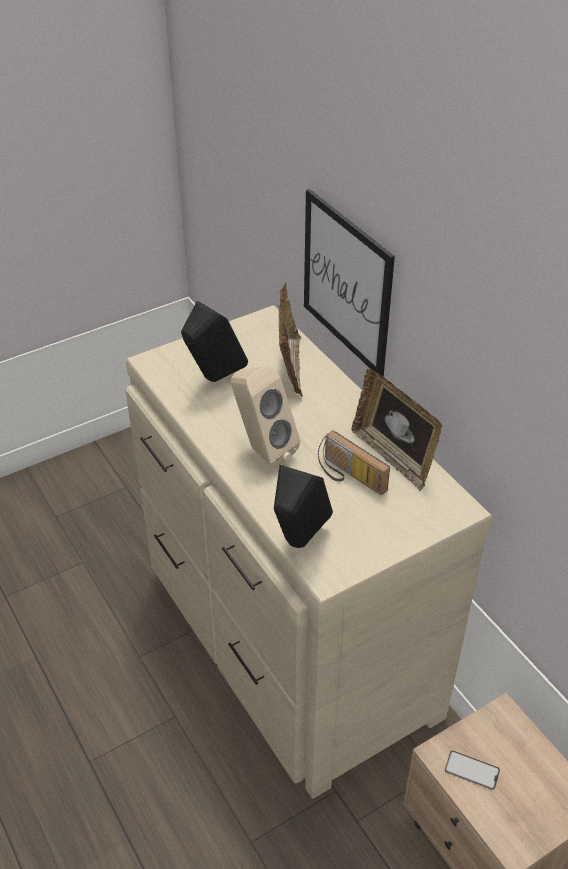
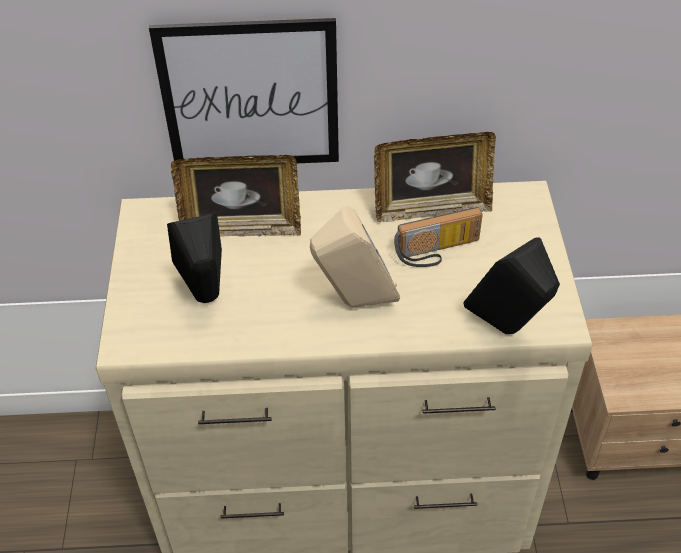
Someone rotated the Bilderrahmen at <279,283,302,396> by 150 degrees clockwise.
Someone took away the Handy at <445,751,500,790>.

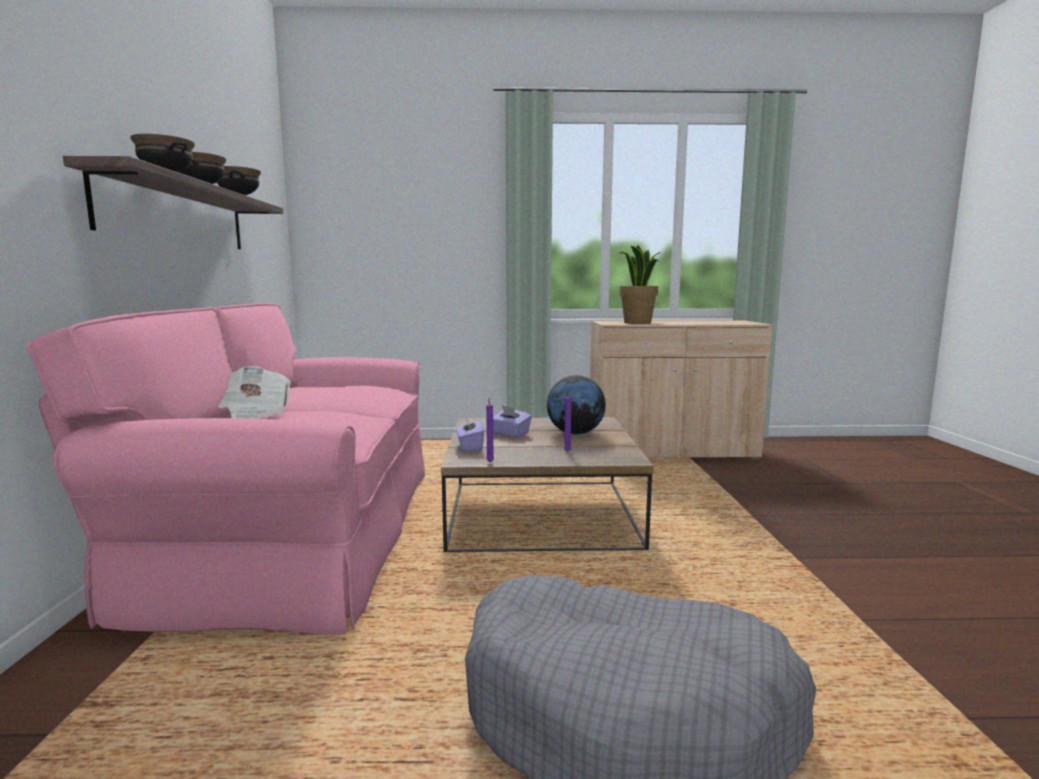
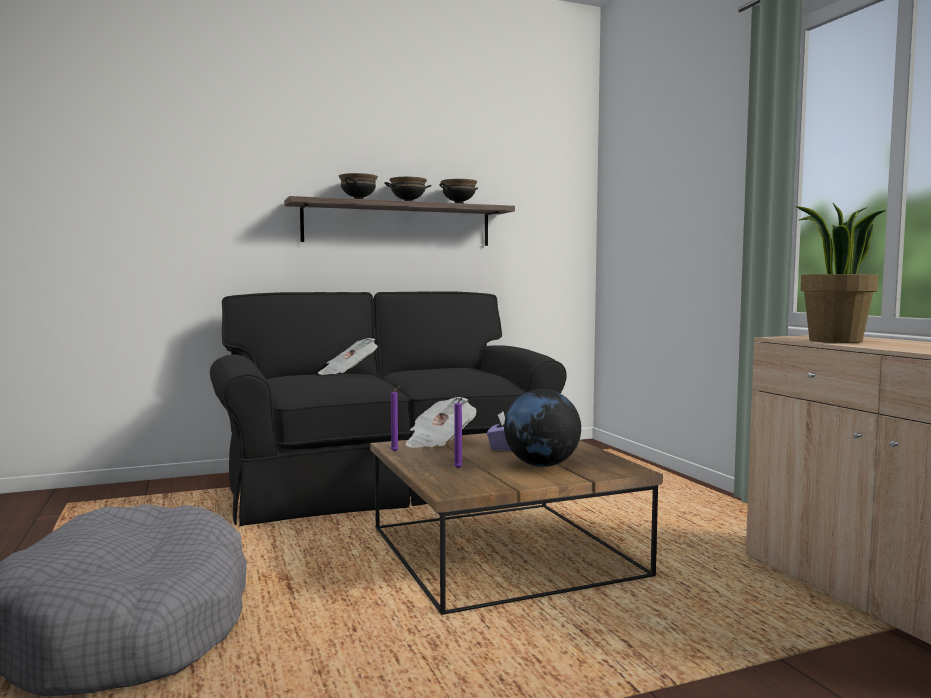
Someone repainted the Sofa/rosa at <27,303,425,635>, which became the Sofa/schwarz at <210,291,566,526>.
Someone swapped the Taschentuchbox/lila at <456,416,484,452> for the Zeitung at <405,397,477,448>.

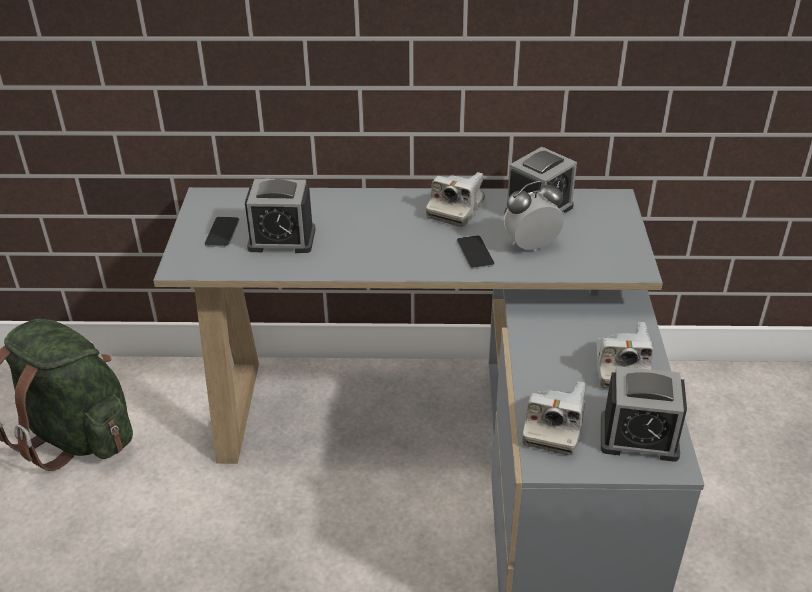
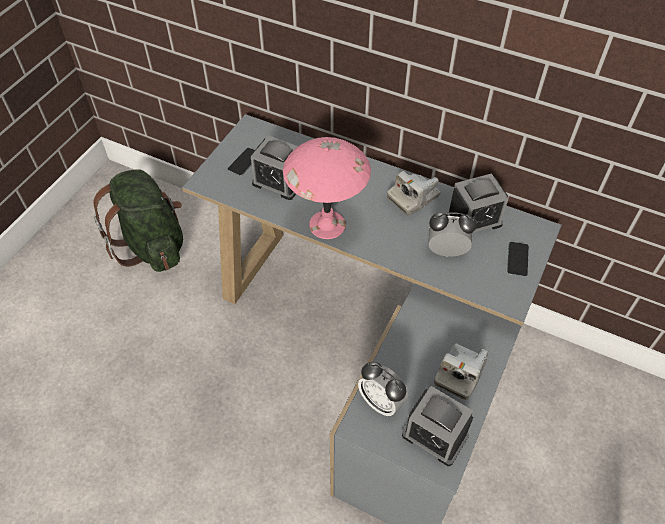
Someone put down the Tischlampe/rosa at <283,137,371,239>.
Someone swapped the Kamera at <522,381,586,455> for the Wecker at <358,362,409,416>.
Someone carried the Handy from <457,235,495,269> to <507,242,529,277>.

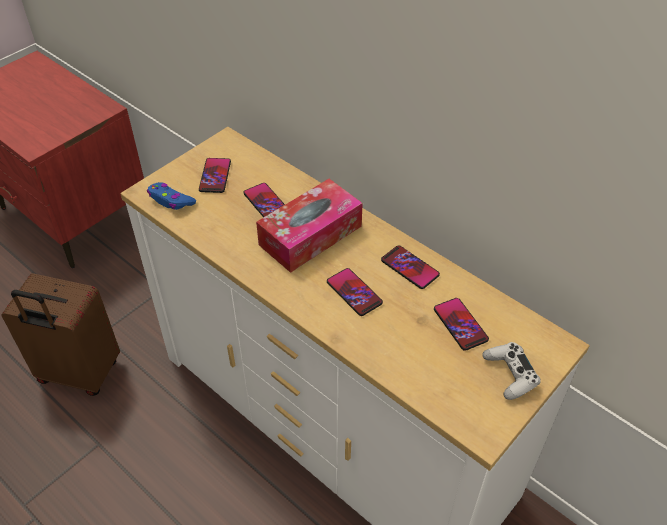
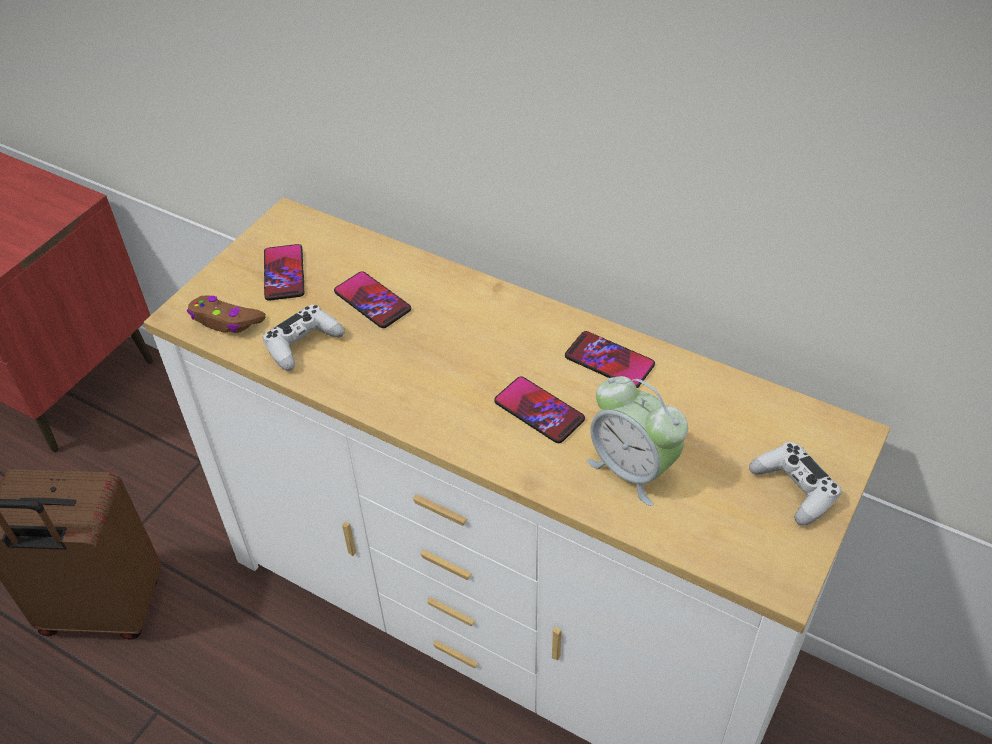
Someone repainted the Gamepad/blau at <147,182,196,210>, which became the Gamepad/braun at <187,295,266,333>.
Someone put down the Gamepad/weiß at <263,305,345,371>.
Someone put down the Wecker at <587,376,688,506>.
Someone took away the Taschentuchbox at <256,179,363,273>.
Someone took away the Handy at <434,298,489,351>.

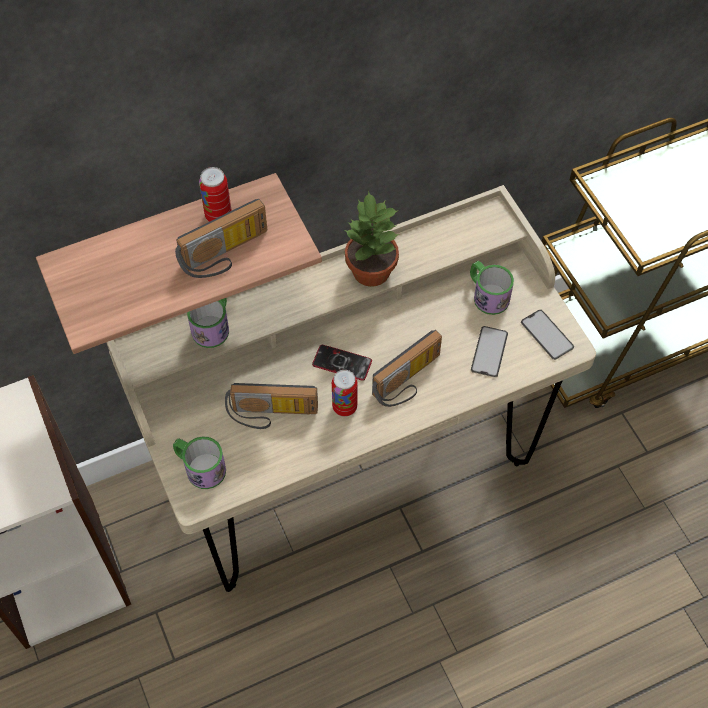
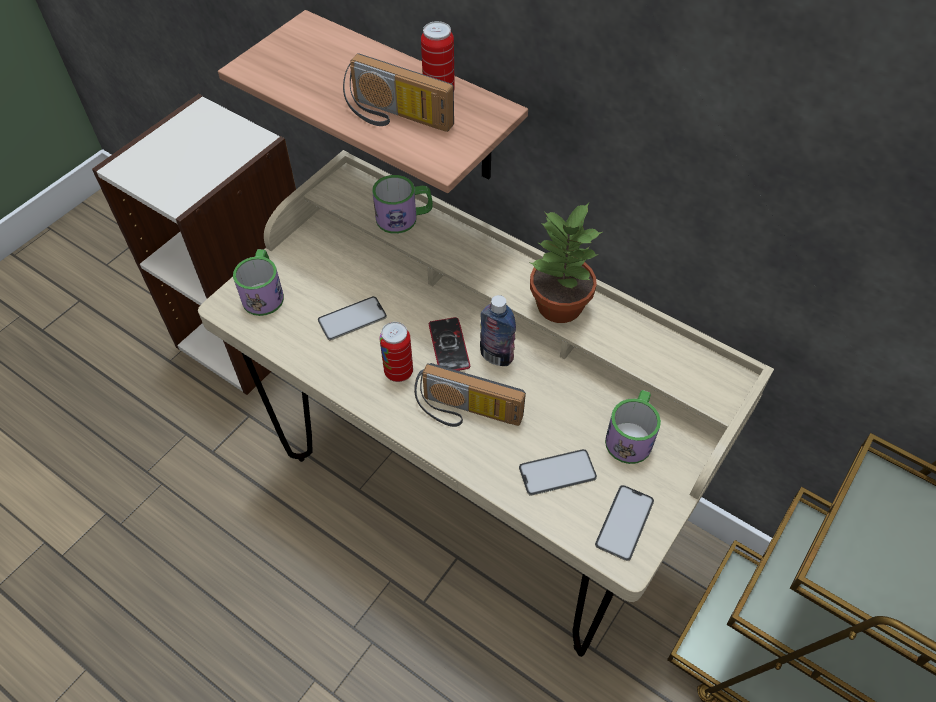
Someone swapped the Radio at <225,383,318,429> for the Handy at <318,296,387,340>.
Someone put down the Flasche at <480,295,516,366>.

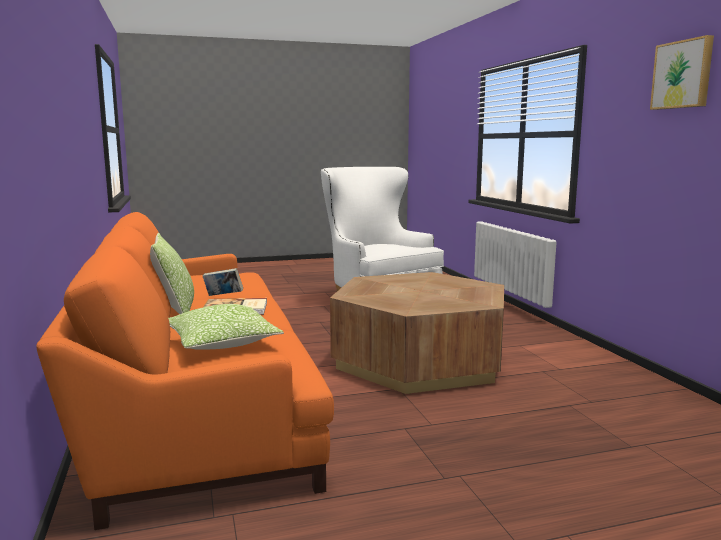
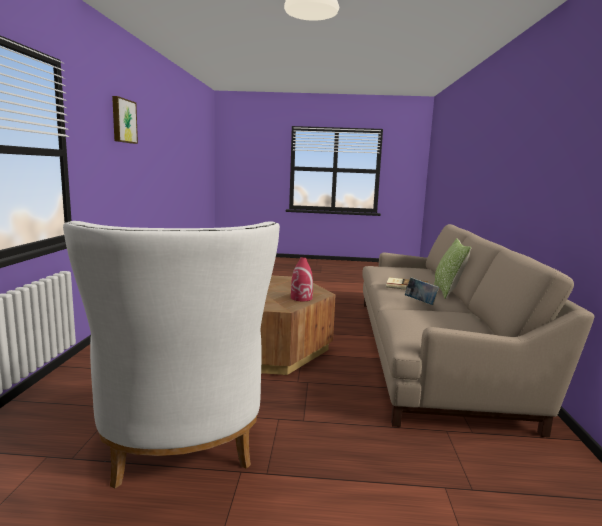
Someone put down the Vase/rot at <291,257,313,301>.
Someone repainted the Sofa/orange at <37,212,334,530>, which became the Sofa/beige at <362,224,594,437>.
Someone took away the Kissen at <168,304,284,350>.

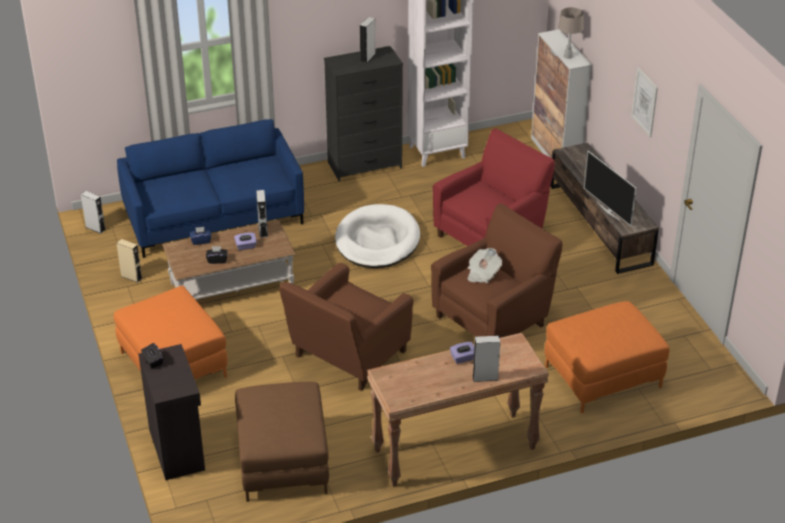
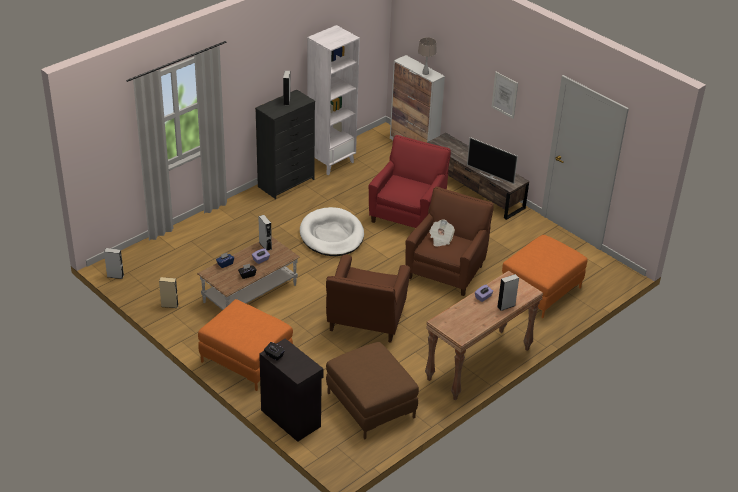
Someone took away the Sofa/blau at <117,119,304,258>.

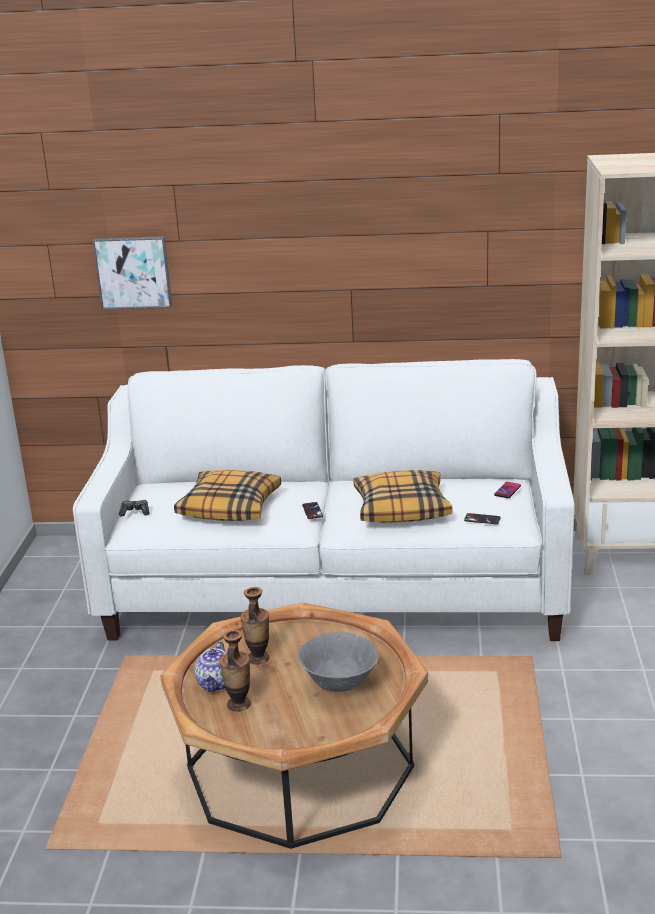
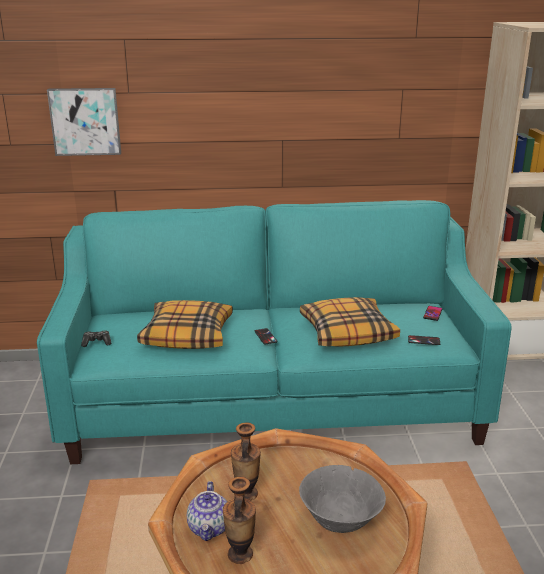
Someone repainted the Sofa/weiß at <73,359,574,641>, which became the Sofa/türkis at <37,200,511,464>.

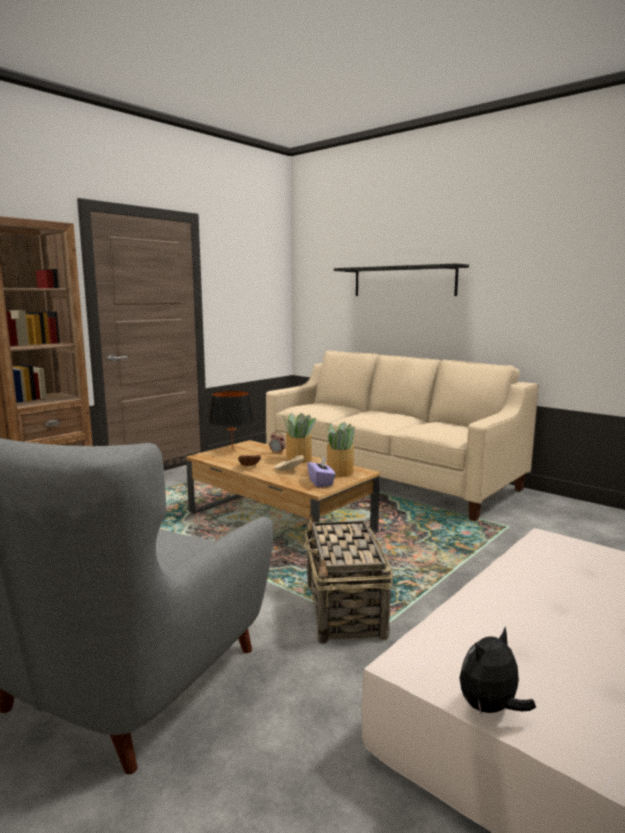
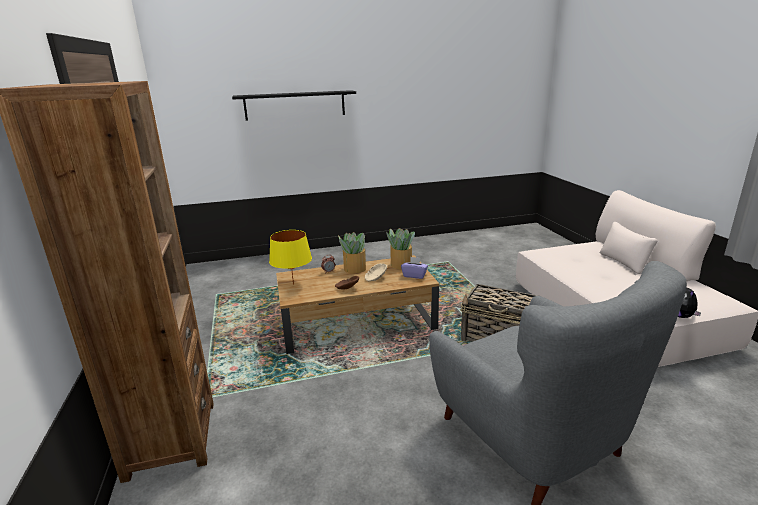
Someone repainted the Tischlampe/schwarz at <208,391,254,450>, which became the Tischlampe/gelb at <269,230,312,285>.
Someone took away the Sofa/beige at <266,350,539,521>.

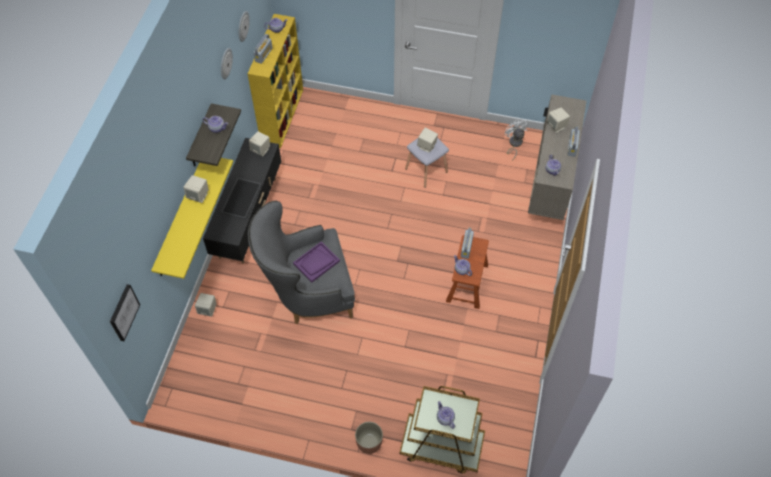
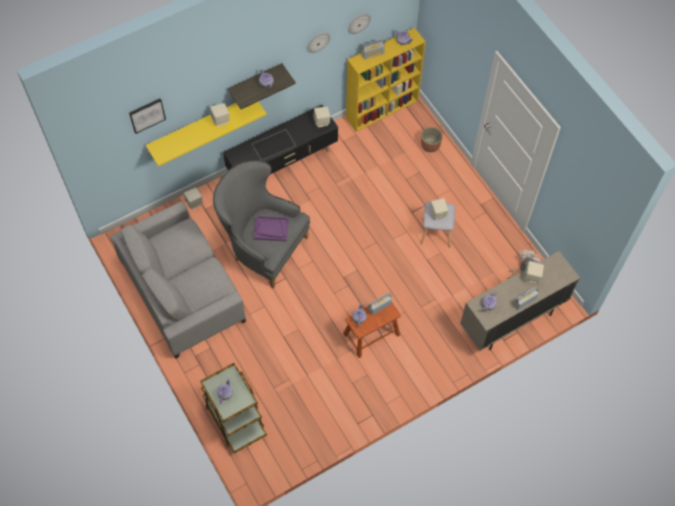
Someone put down the Sofa/grau at <110,202,246,359>.
Someone carried the Bild from <110,284,140,341> to <129,99,166,134>.
Someone carried the Pflanzkübel from <355,422,383,454> to <421,127,442,152>.

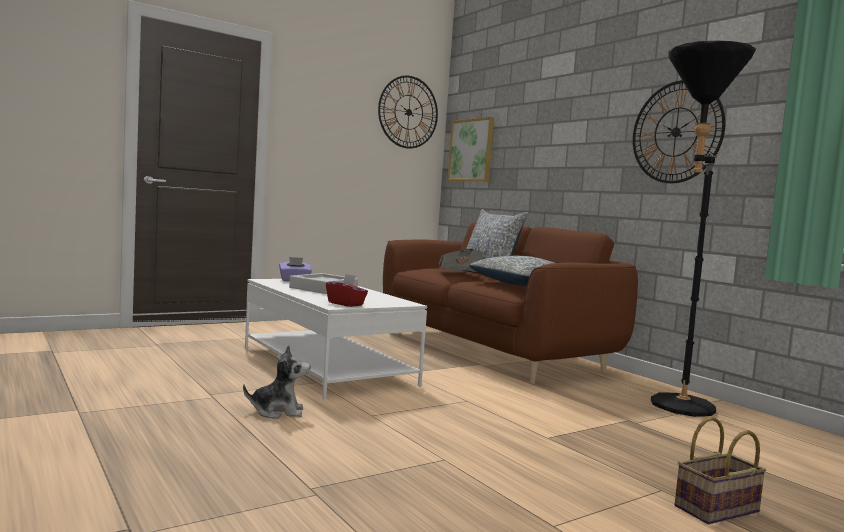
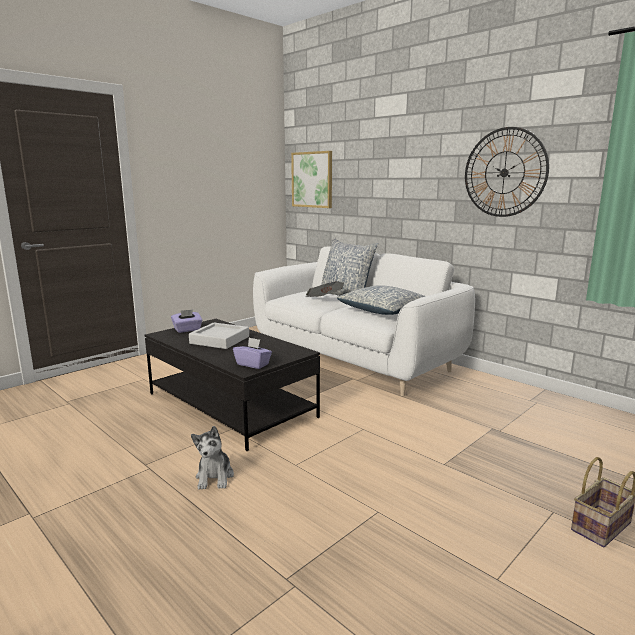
Someone repainted the Couchtisch/weiß at <245,279,427,399>, which became the Couchtisch/schwarz at <145,319,320,451>.
Someone rotated the Plüschtier at <243,345,310,419> by 105 degrees clockwise.
Someone repainted the Taschentuchbox/rot at <326,274,368,307>, which became the Taschentuchbox/lila at <233,337,272,369>.
Someone repainted the Sofa/braun at <383,222,638,384>, which became the Sofa/weiß at <253,247,475,396>.
Someone took away the Wanduhr at <378,76,438,149>.
Someone took away the Stehlampe/schwarz at <651,41,756,417>.

